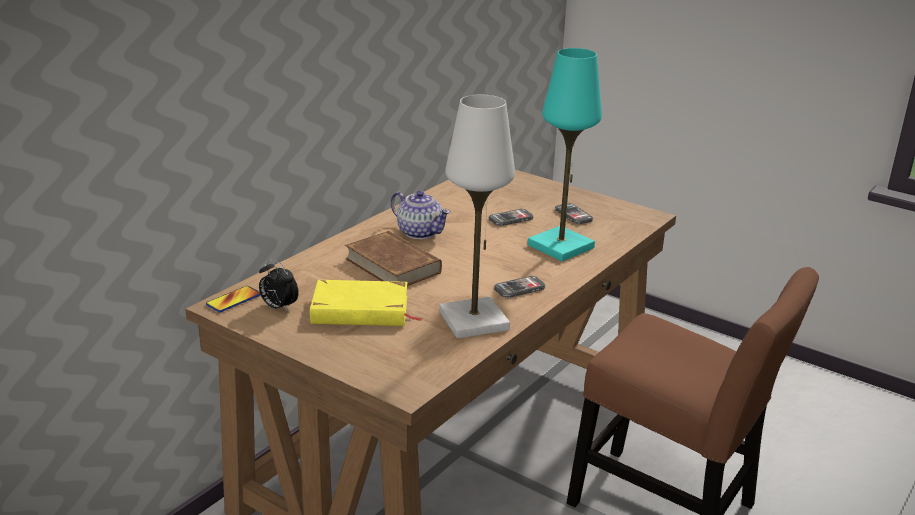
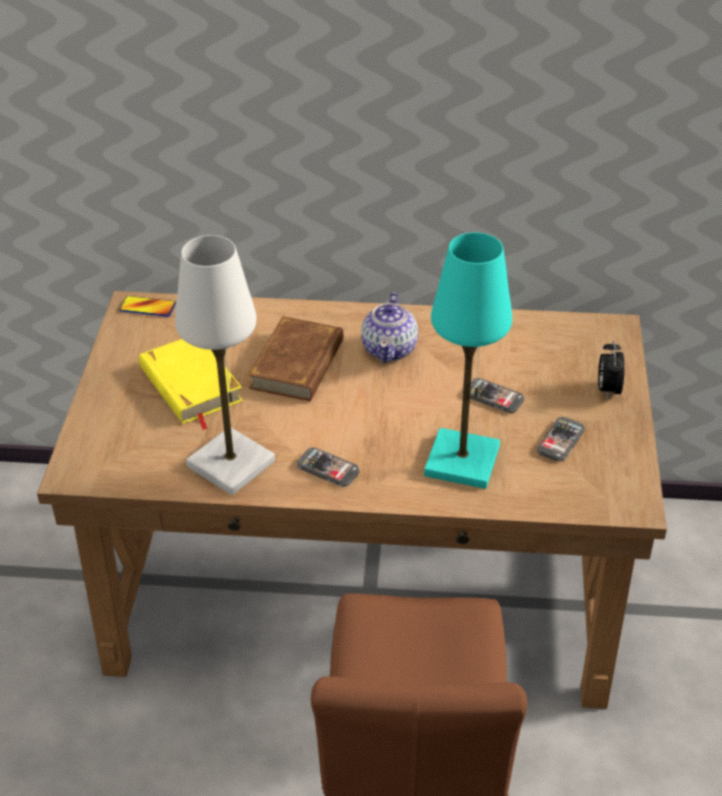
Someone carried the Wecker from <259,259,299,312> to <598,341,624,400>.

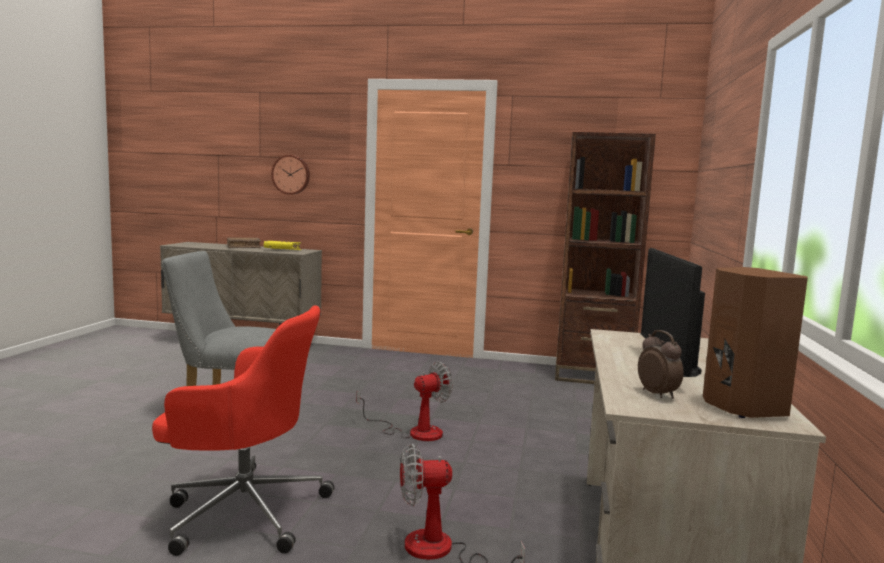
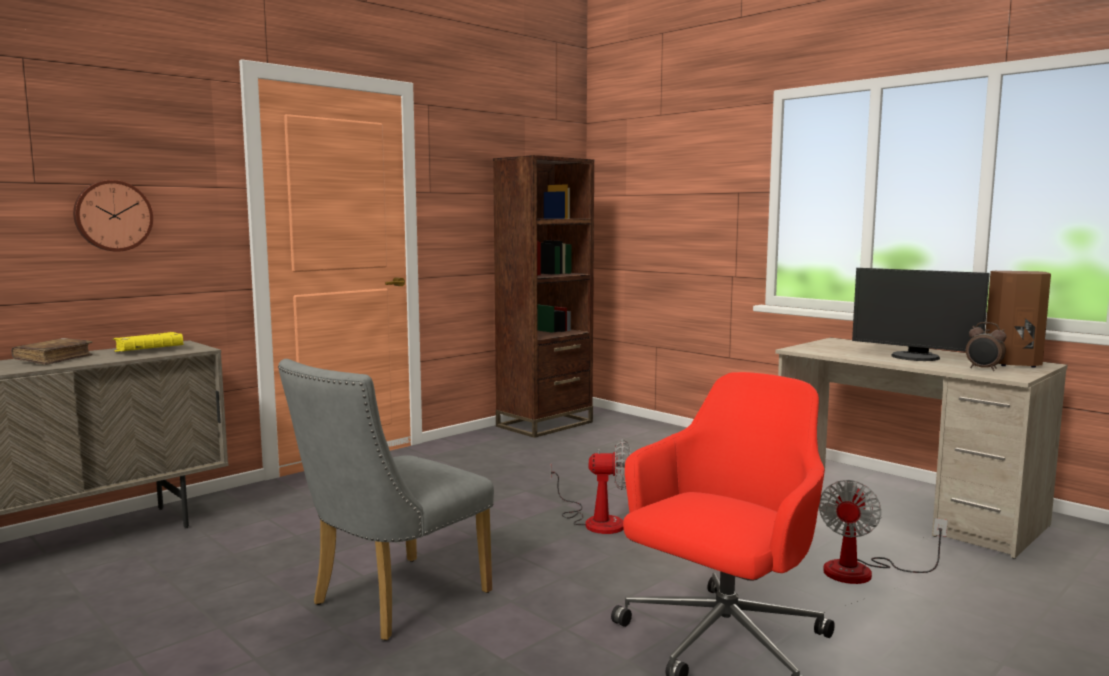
Someone rotated the Ventilator at <356,362,453,441> by 90 degrees clockwise.
Someone rotated the Wecker at <638,330,684,399> by 150 degrees counterclockwise.

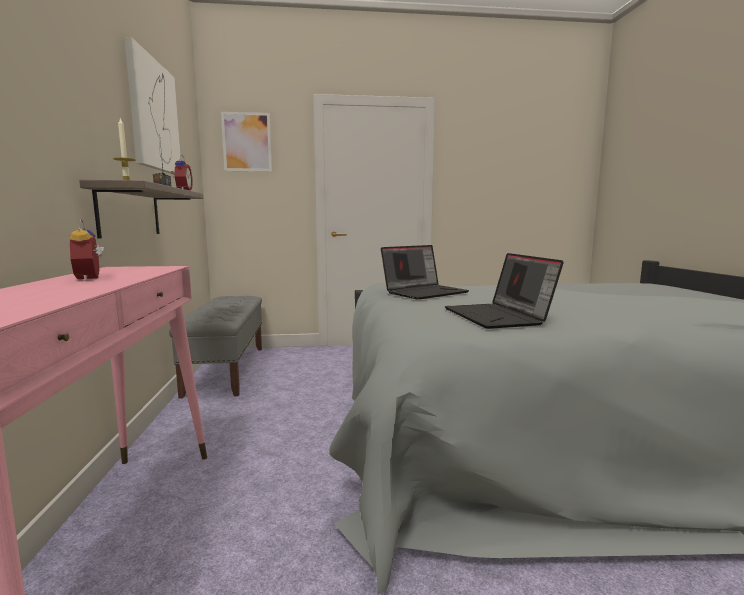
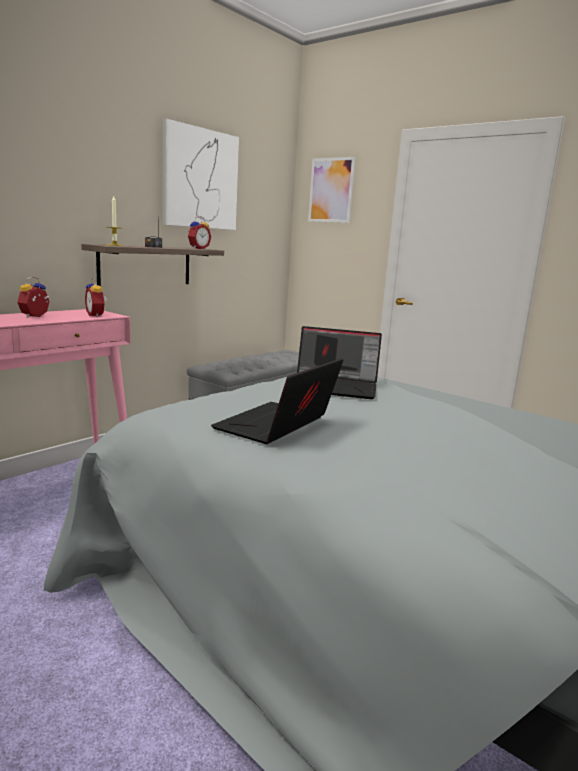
Someone put down the Wecker at <85,278,107,317>.

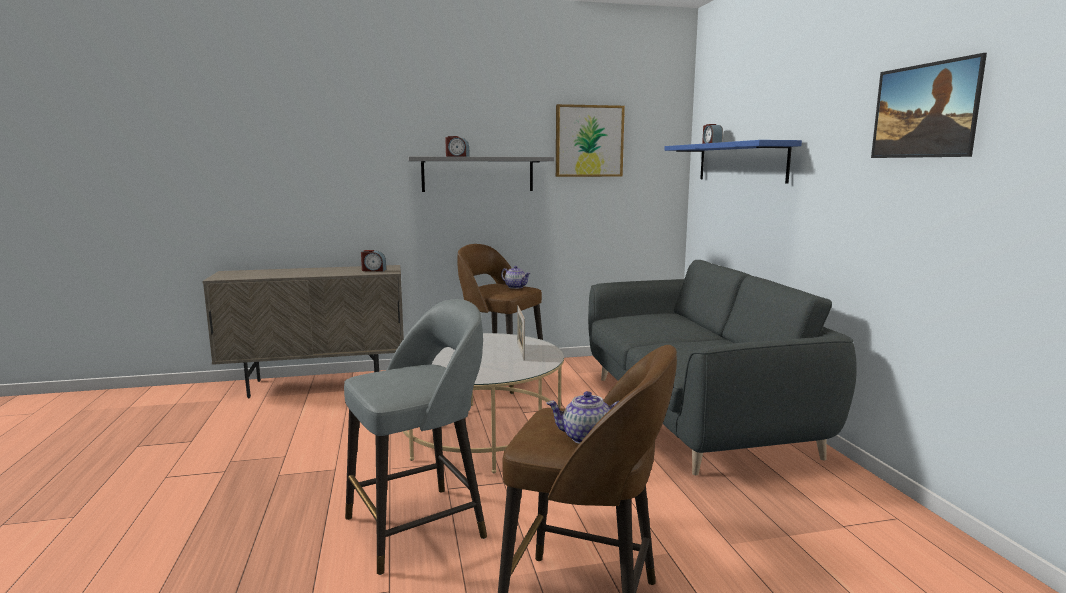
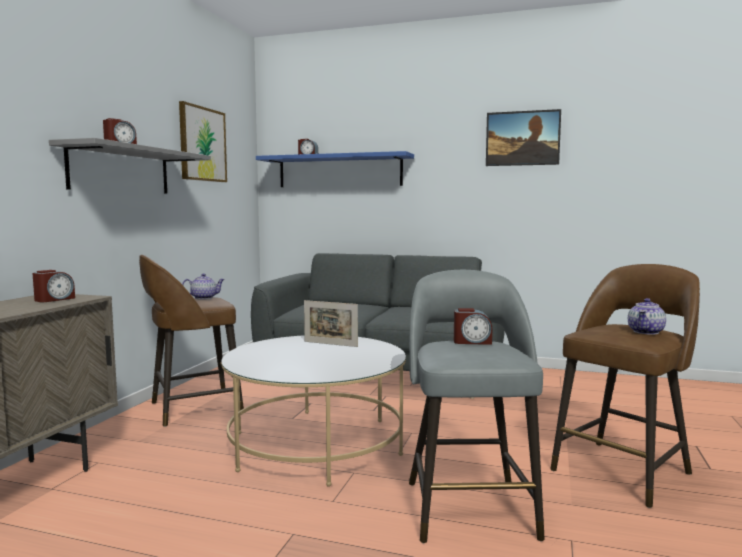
Someone put down the Wecker at <454,308,492,345>.

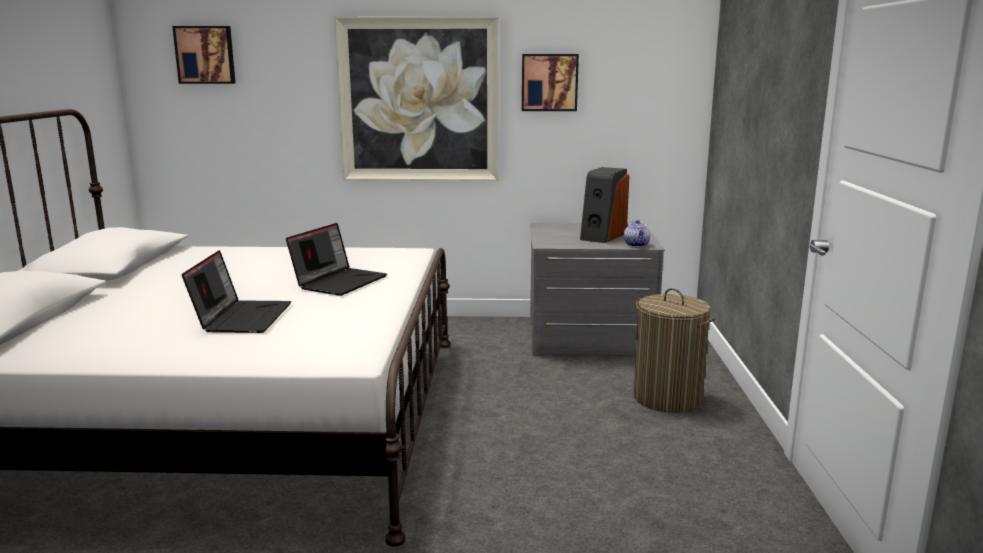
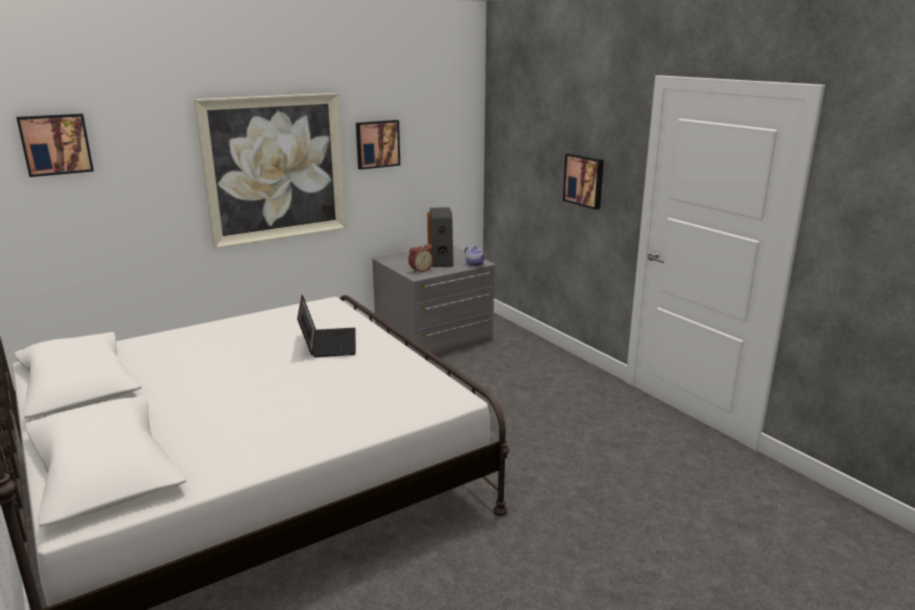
Someone put down the Wecker at <408,244,434,273>.
Someone put up the Bild at <563,153,604,210>.
Someone took away the Laptop at <182,250,291,333>.
Someone took away the Wäschekorb at <633,288,716,413>.

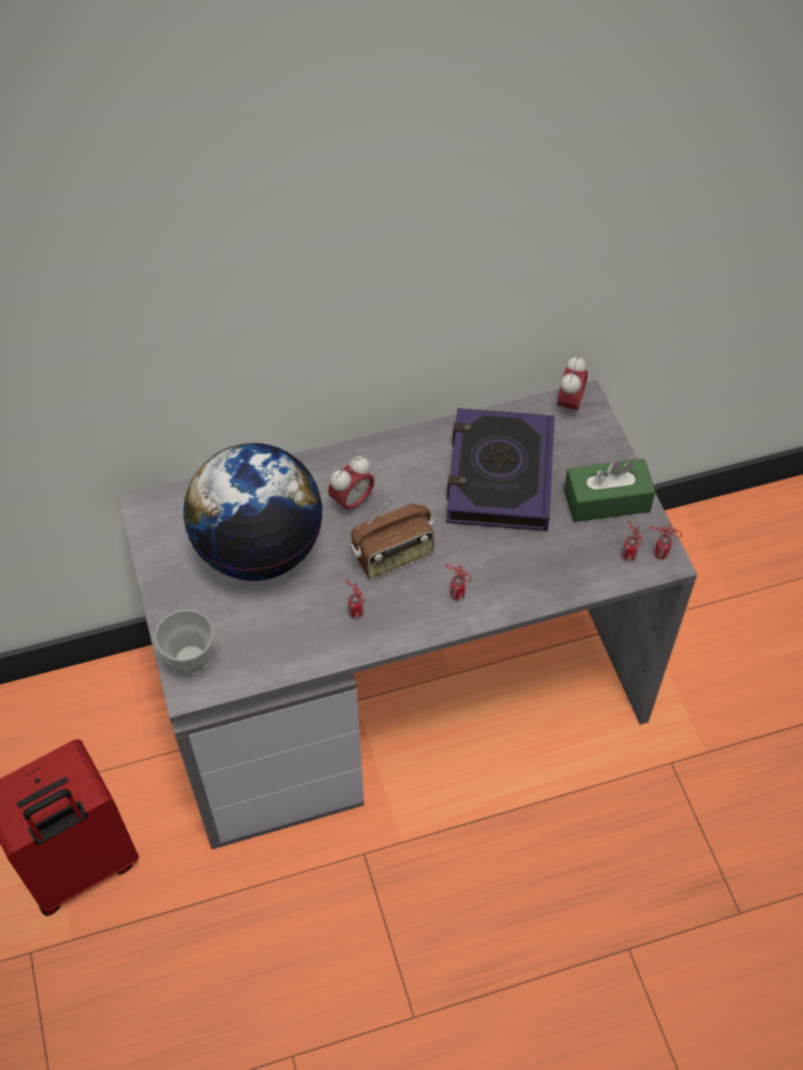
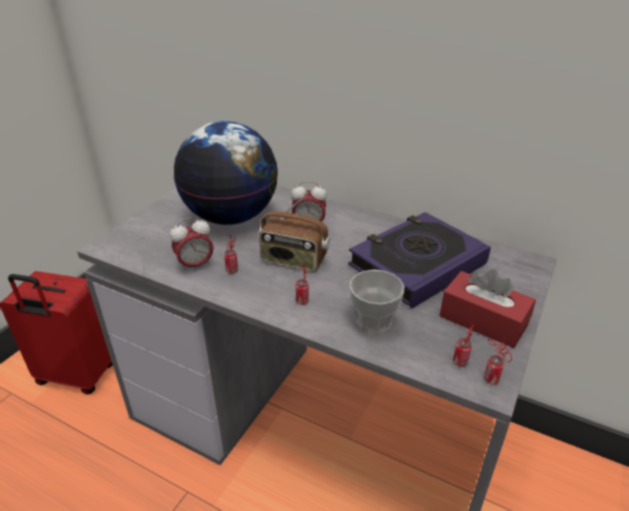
Someone carried the Wecker from <557,355,588,418> to <170,217,214,273>.
Someone carried the Tasse from <154,609,214,678> to <349,270,404,335>.
Someone repainted the Taschentuchbox/grün at <564,459,656,522>, which became the Taschentuchbox/rot at <440,269,536,348>.

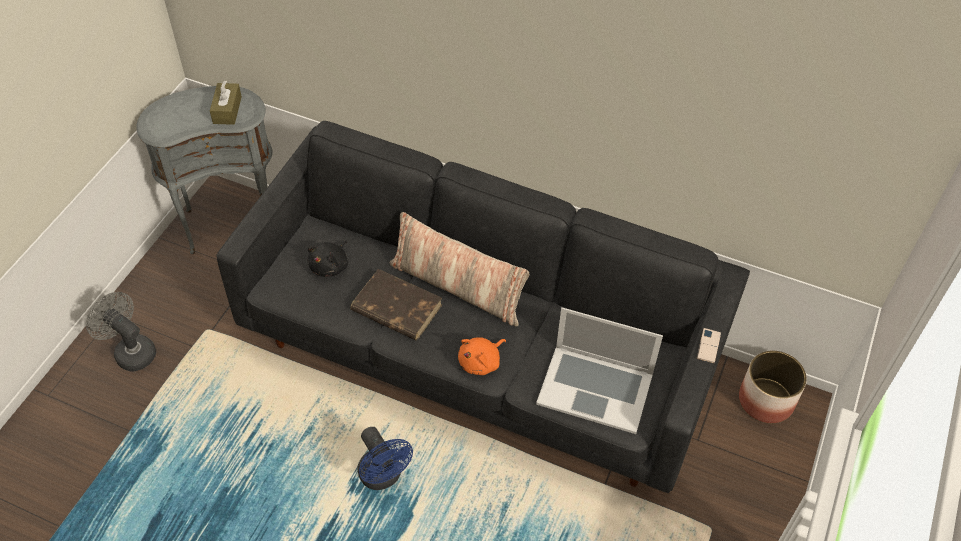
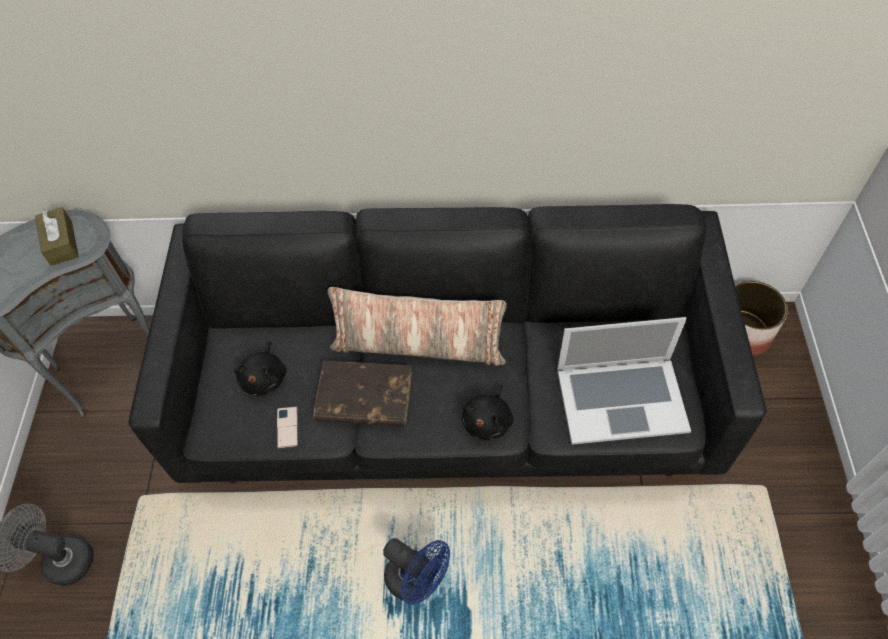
Someone carried the Handy from <697,328,721,363> to <277,406,298,448>.
Someone repainted the Plüschtier/orange at <458,337,506,375>, which became the Plüschtier/schwarz at <462,385,513,441>.

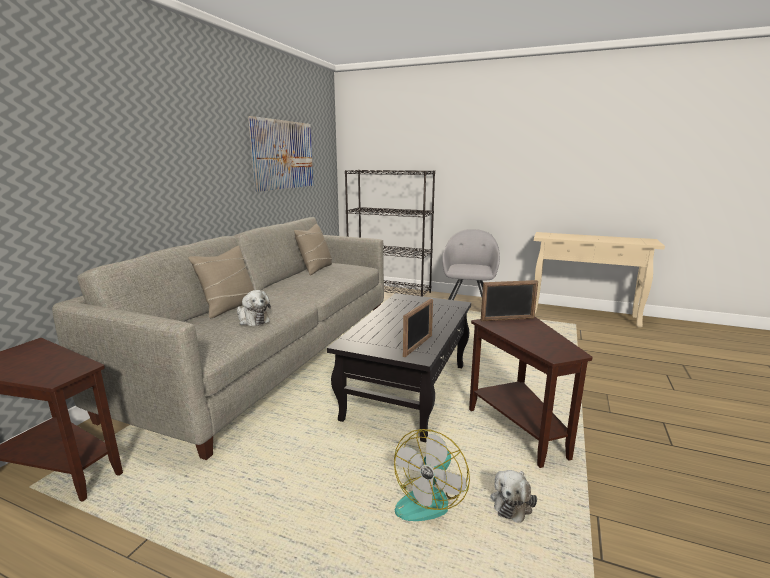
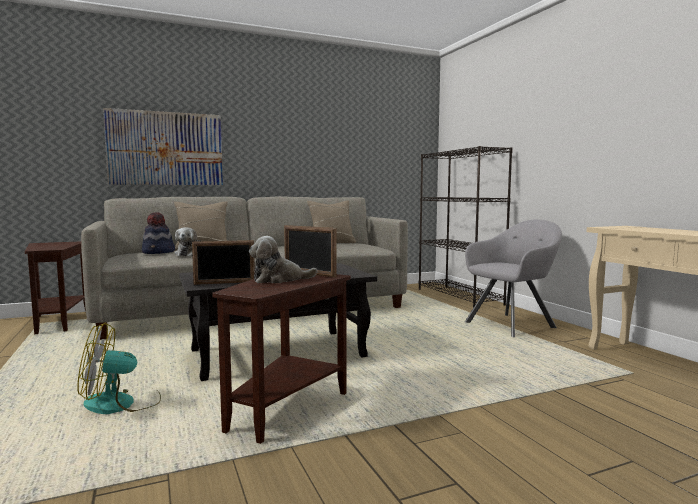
Someone carried the Bild from <248,116,313,192> to <103,108,223,185>.
Someone put down the Hut at <142,212,175,254>.
Someone carried the Plüschtier from <490,470,537,523> to <249,236,318,283>.

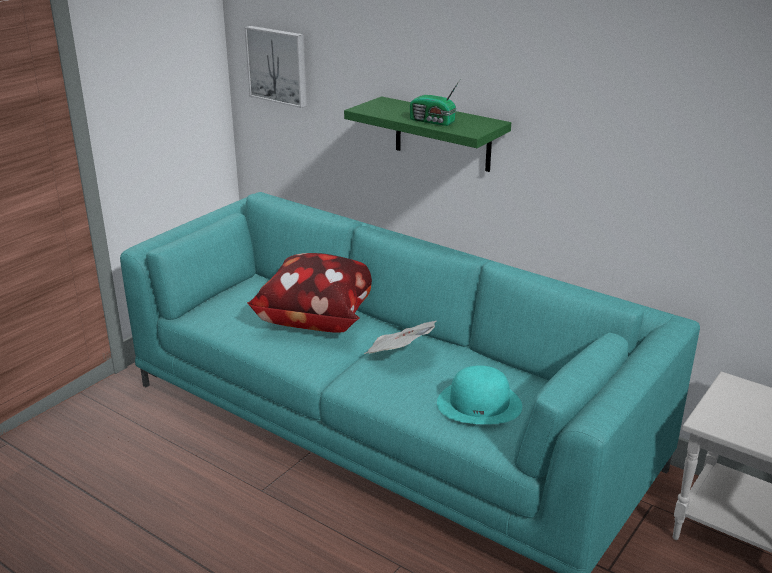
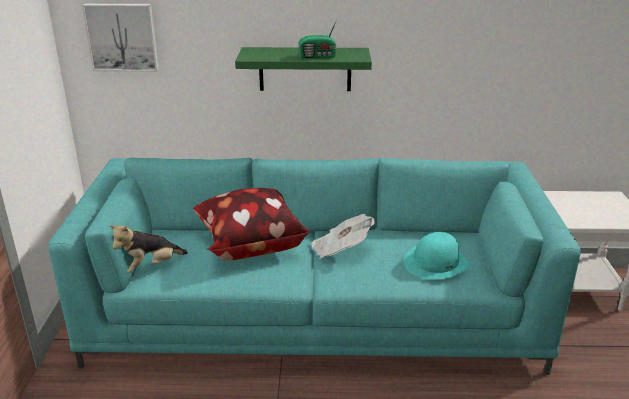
Someone put down the Plüschtier at <109,225,188,273>.

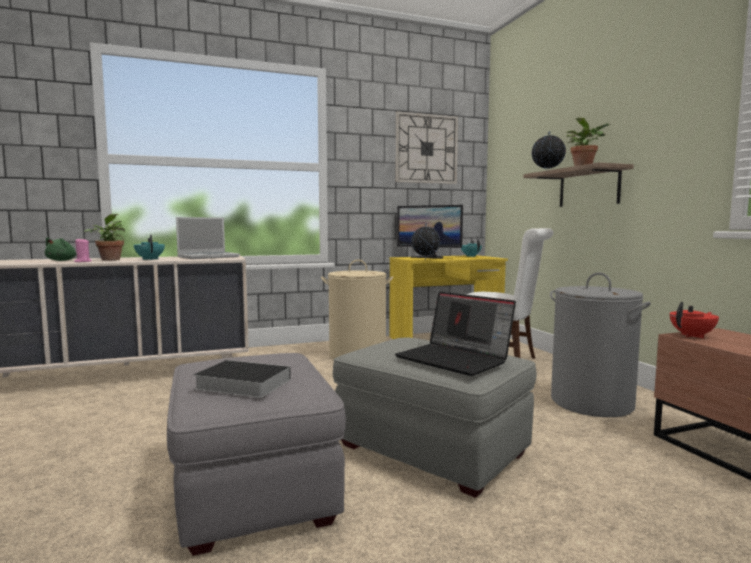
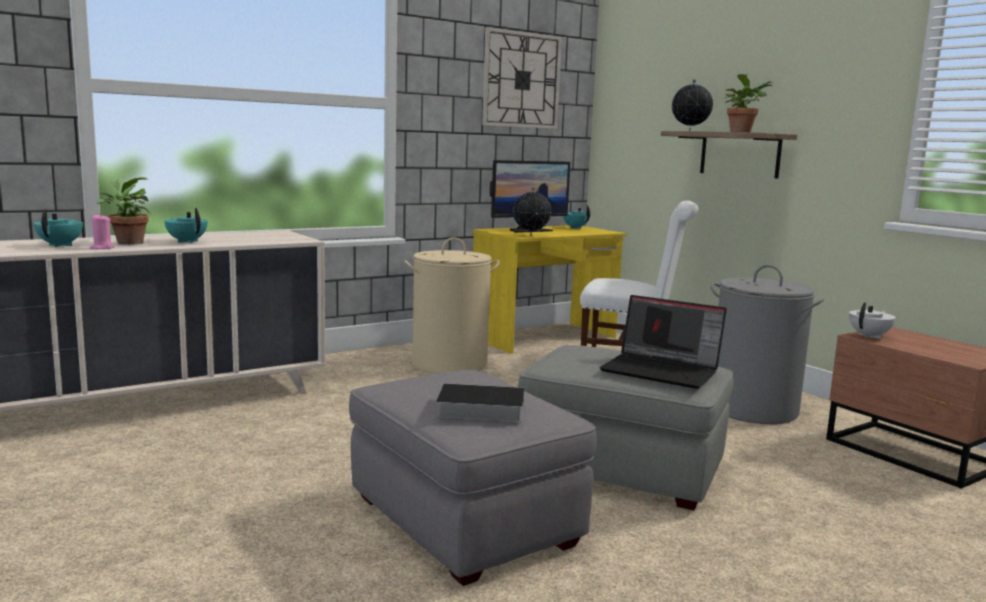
Someone swapped the Plüschtier/grün at <45,238,77,261> for the Teekanne/türkis at <33,209,83,247>.
Someone rotated the Monitor at <397,205,463,259> by 45 degrees counterclockwise.
Someone repainted the Teekanne/rot at <670,302,719,339>, which became the Teekanne/weiß at <849,302,896,339>.
Someone took away the Laptop at <176,217,240,259>.

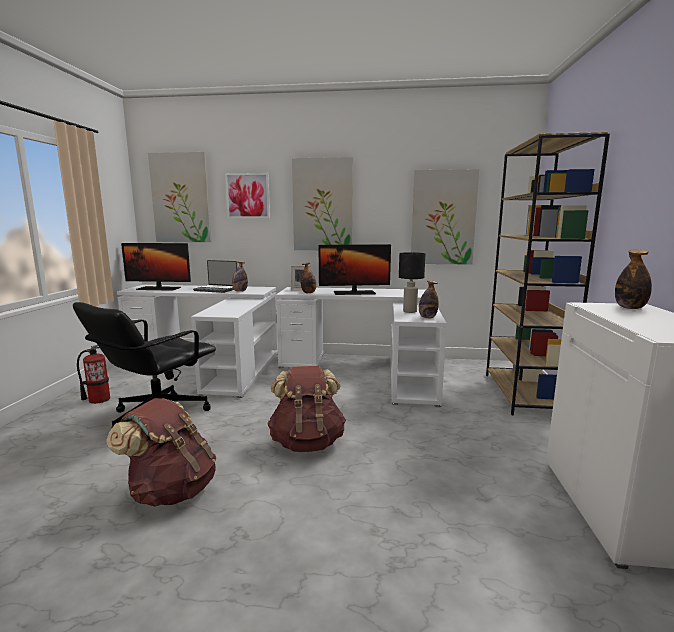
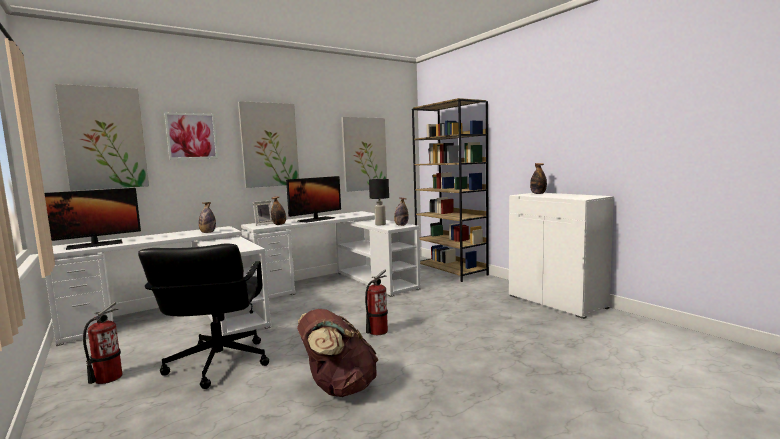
Someone swapped the Rucksack/braun at <268,366,346,452> for the Feuerlöscher at <365,270,388,335>.
Someone took away the Laptop at <193,260,237,293>.

